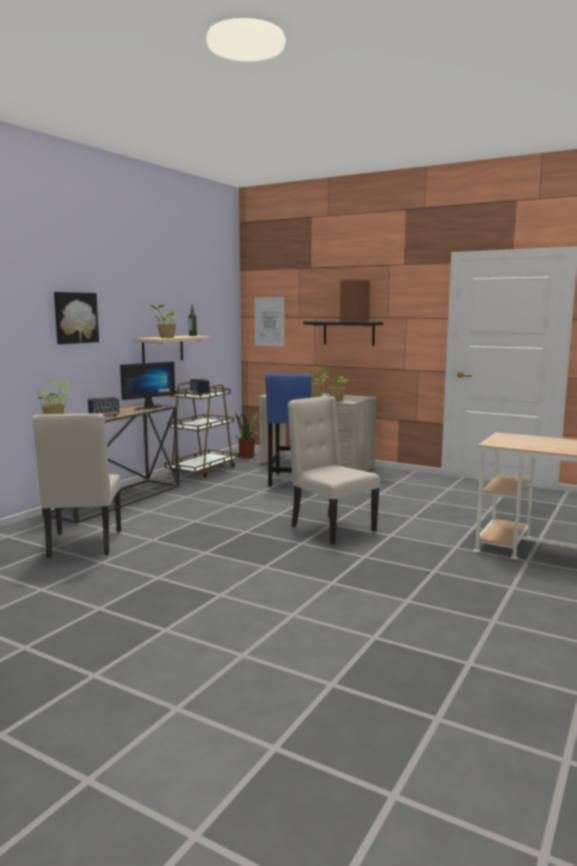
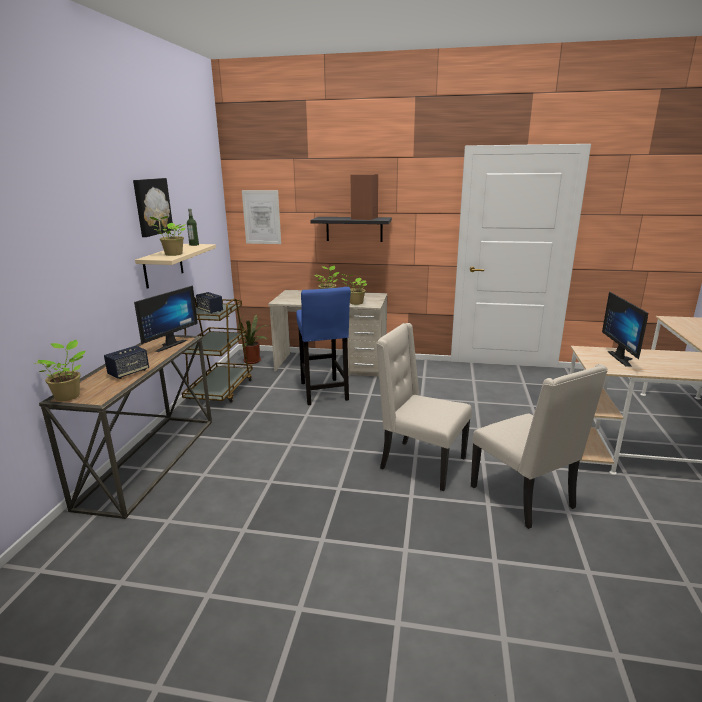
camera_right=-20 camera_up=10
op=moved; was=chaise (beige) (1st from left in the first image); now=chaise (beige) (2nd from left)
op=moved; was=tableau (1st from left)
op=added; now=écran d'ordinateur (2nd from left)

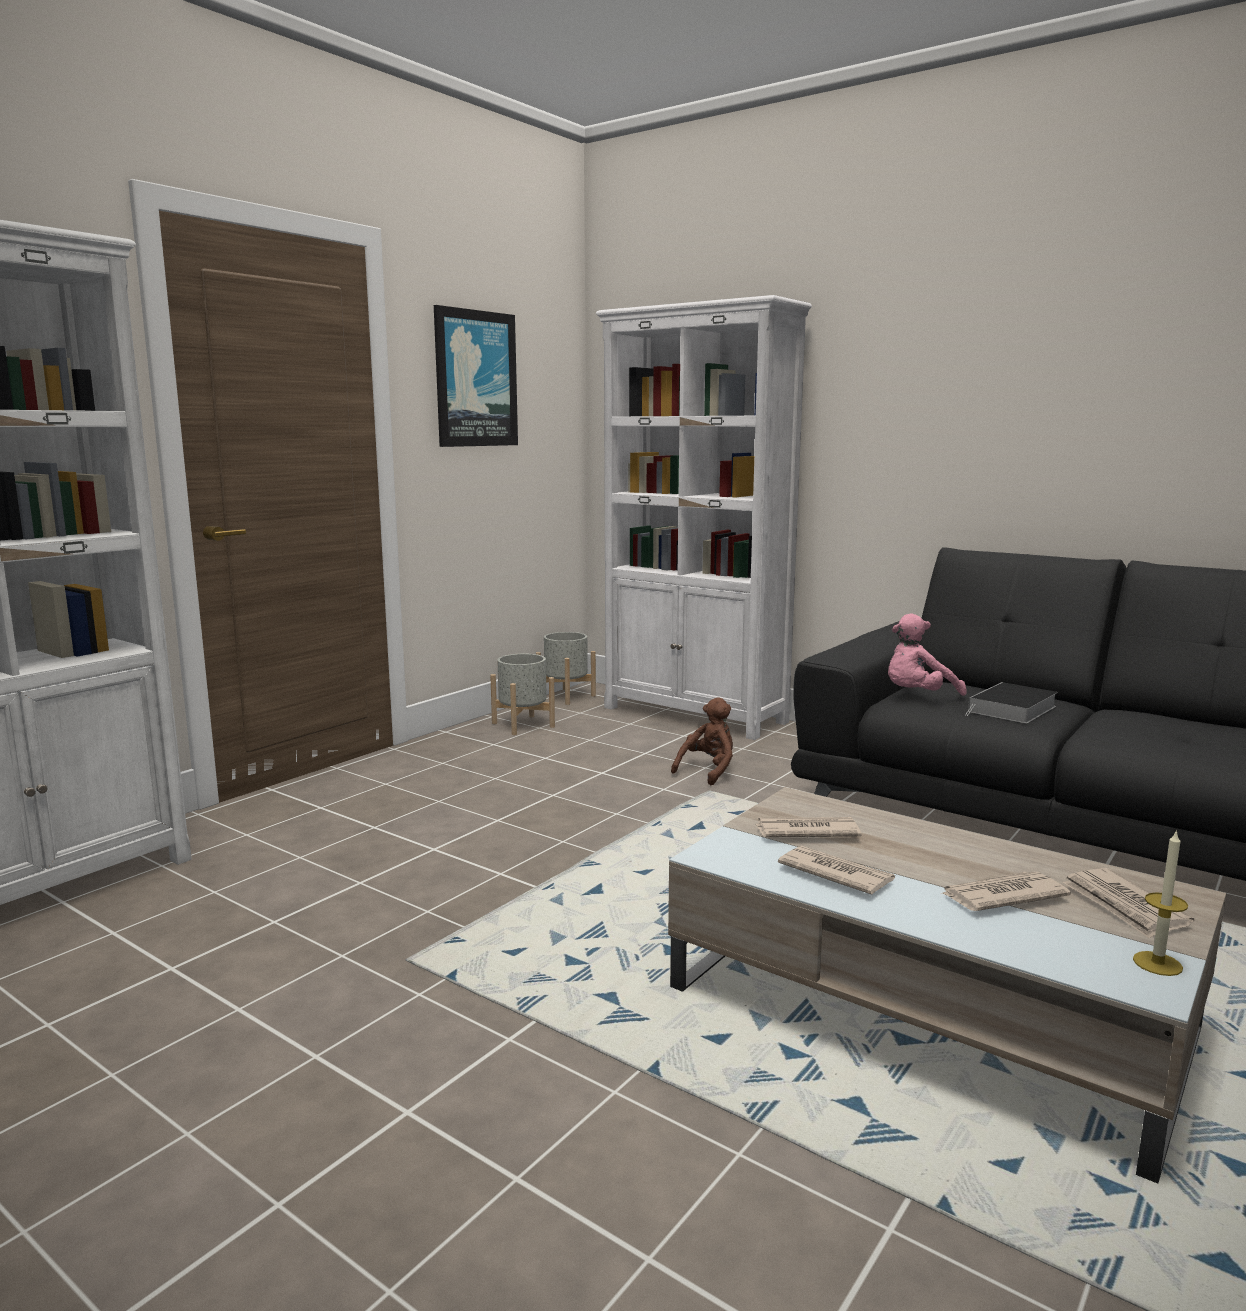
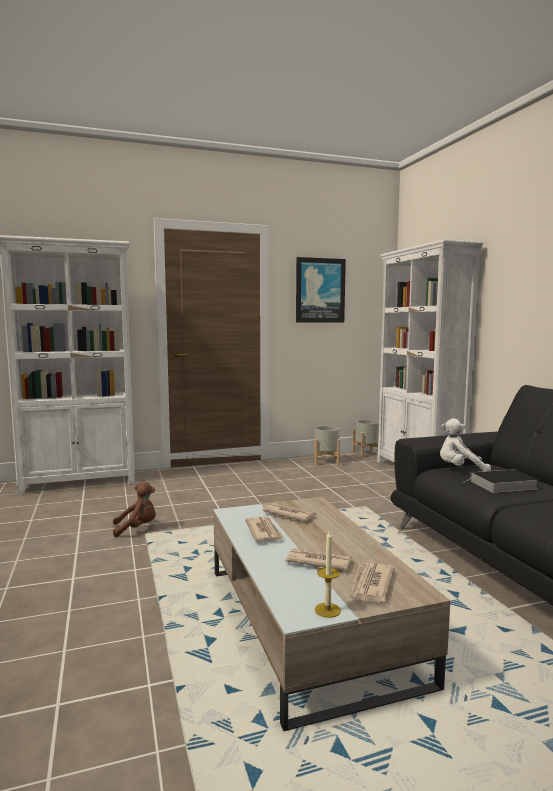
camera_right=35 camera_up=-5
op=moved; was=peluche (marron)
op=recoloured; was=peluche (rose); now=peluche (blanc)

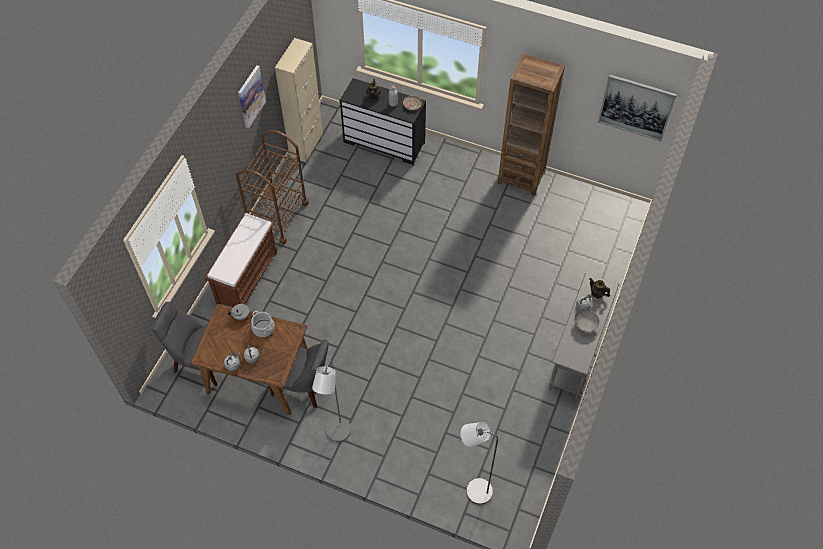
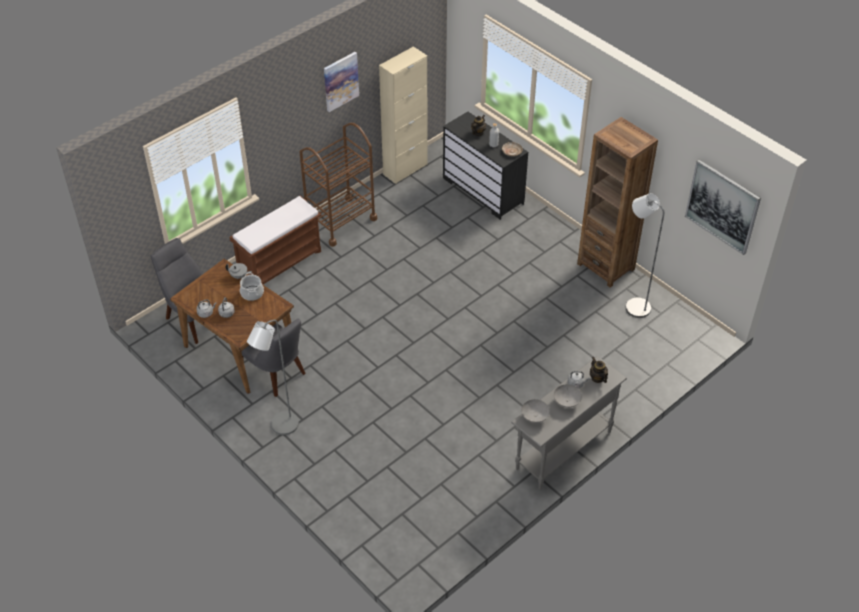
camera_right=25 camera_up=-10
op=moved; was=lampadaire (gris) (2nd from left)
op=added; now=bol (gris) (1st from left)

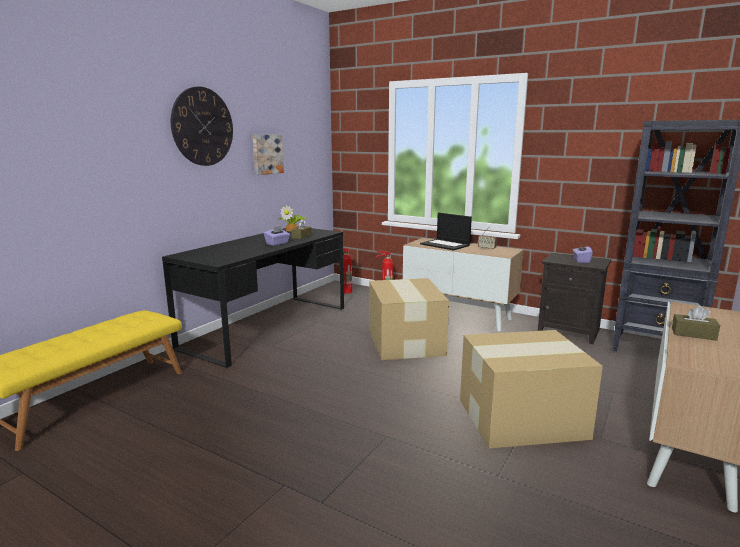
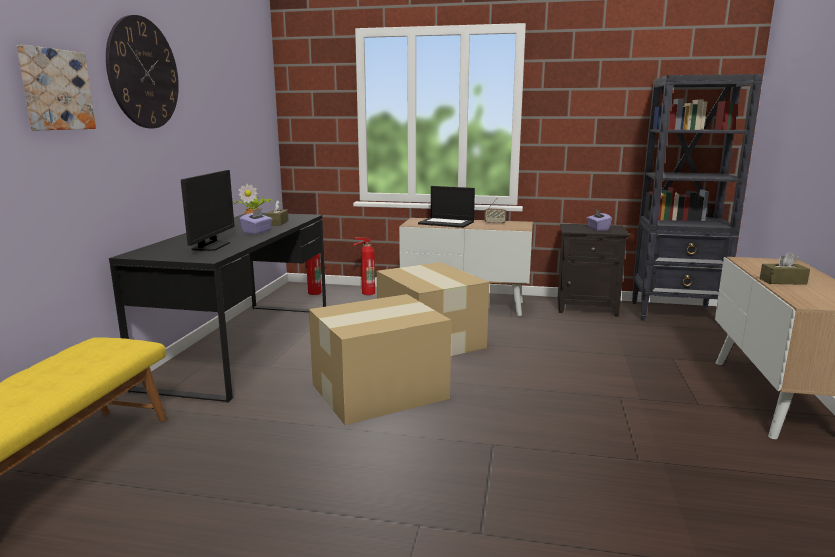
camera_right=-20 camera_up=0
op=moved; was=tableau
op=moved; was=carton (2nd from left in the first image); now=carton (1st from left)
op=added; now=écran d'ordinateur

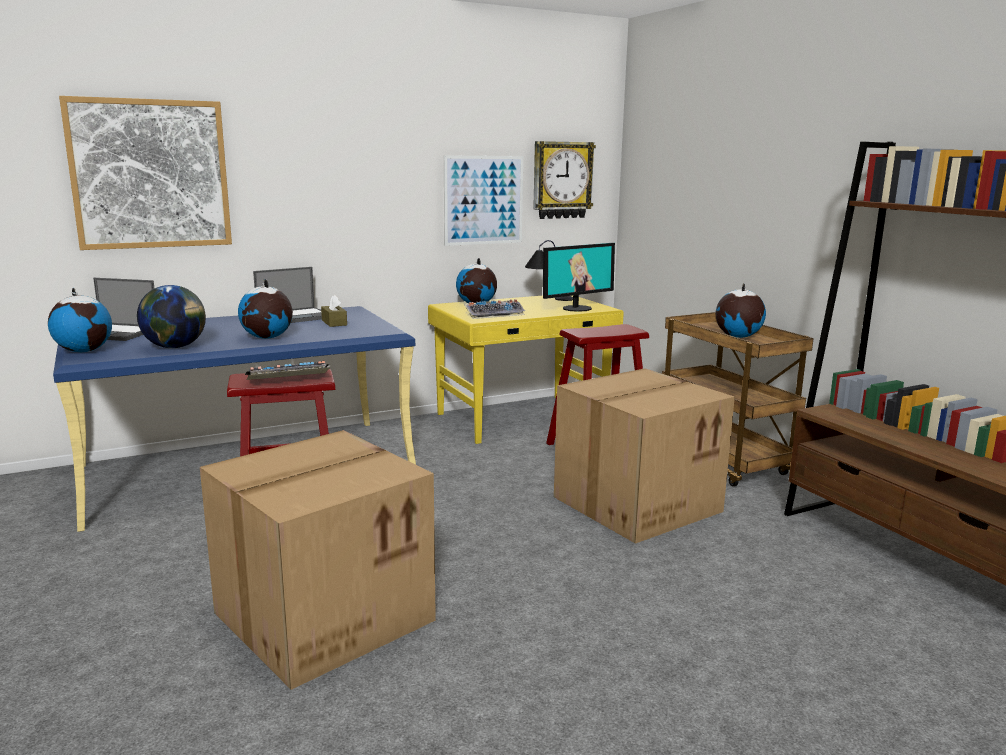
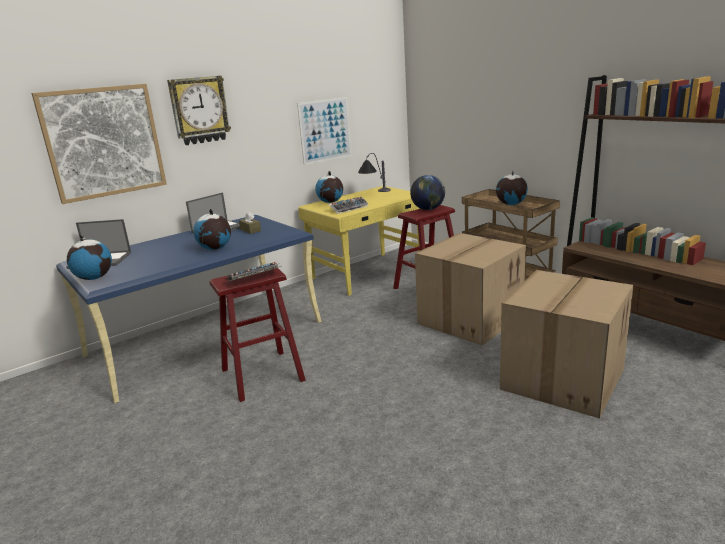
camera_right=-10 camera_up=5
op=moved; was=globe (2nd from left in the first image); now=globe (4th from left)
op=moved; was=carton (1st from left in the first image); now=carton (2nd from left)
op=moved; was=horloge murale
op=removed; was=écran d'ordinateur

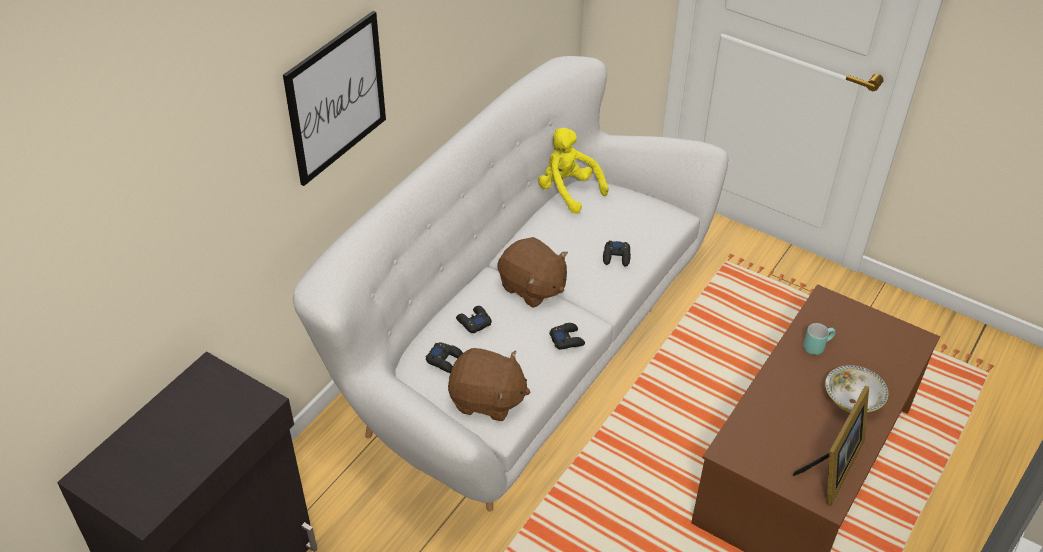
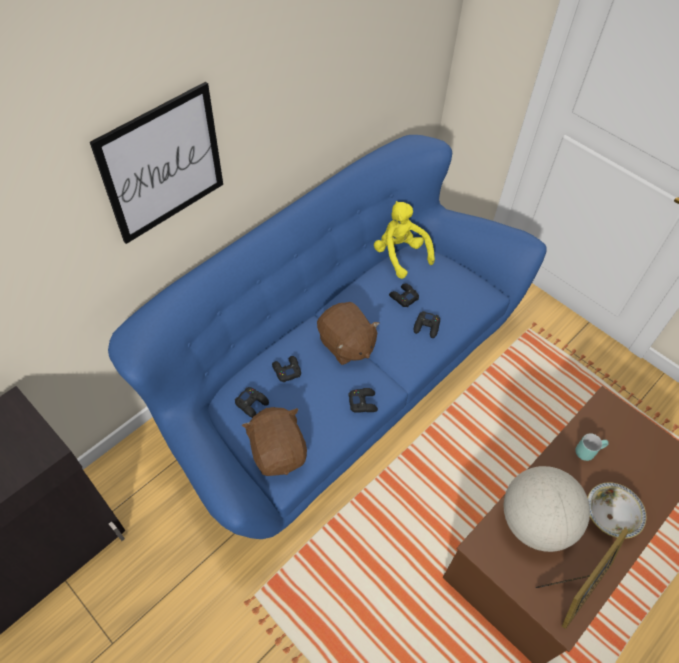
camera_right=10 camera_up=10
op=recoloured; was=canapé (blanc); now=canapé (bleu)
op=turned; was=peluche (marron) (1st from left); clockwise=-135
op=added; now=manette (noir) (4th from left)
op=added; now=globe

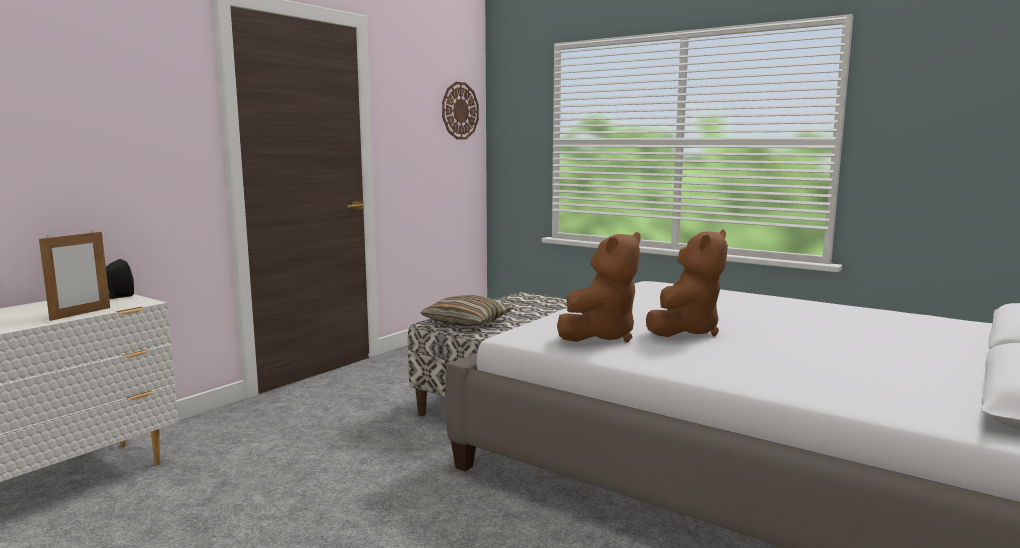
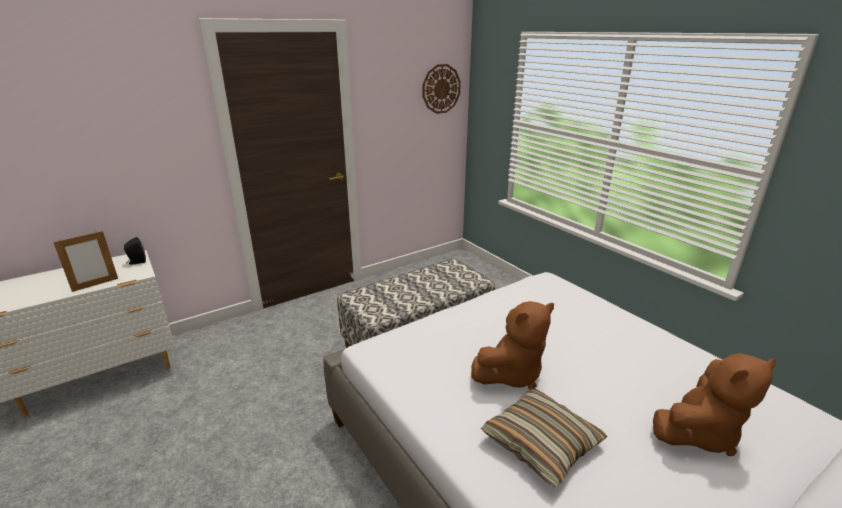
camera_right=20 camera_up=15
op=moved; was=coussin
op=moved; was=peluche (marron) (1st from left in the first image); now=peluche (marron) (2nd from left)

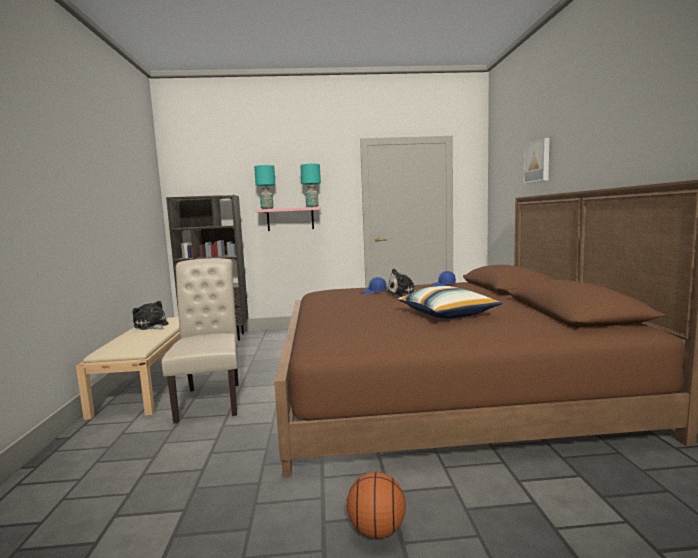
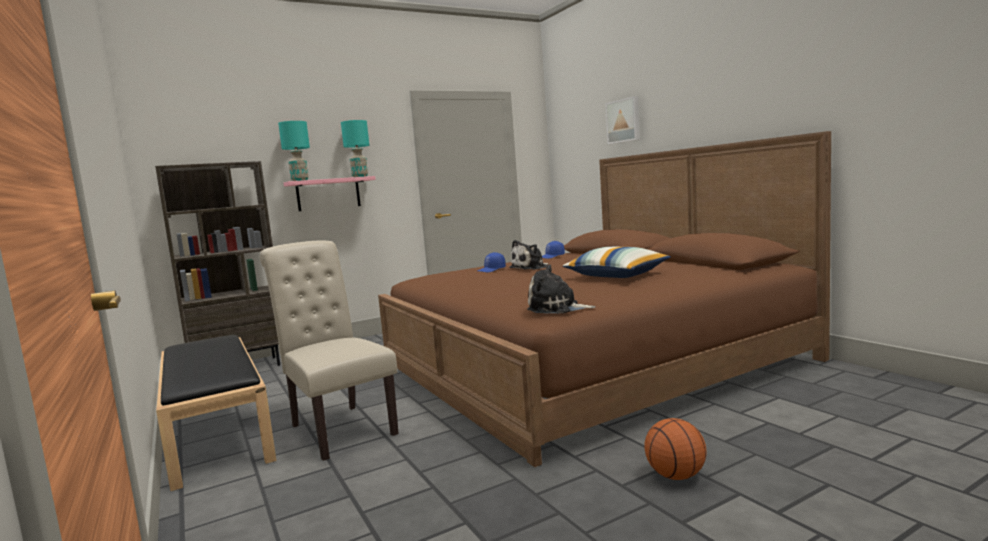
camera_right=-25 camera_up=0
op=recoloured; was=banc (beige); now=banc (noir)
op=moved; was=peluche (1st from left in the first image); now=peluche (2nd from left)

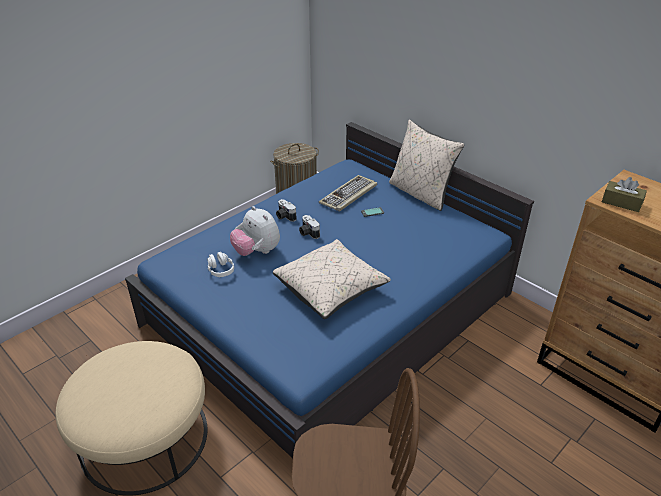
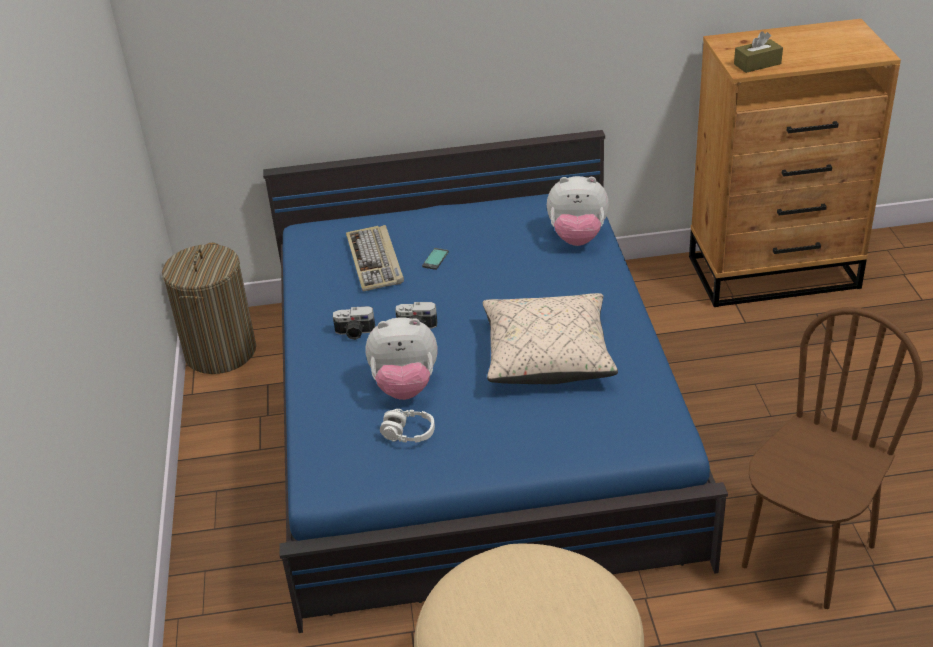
camera_right=-50 camera_up=0
op=removed; was=coussin (beige) (2nd from left)
op=added; now=peluche (2nd from left)

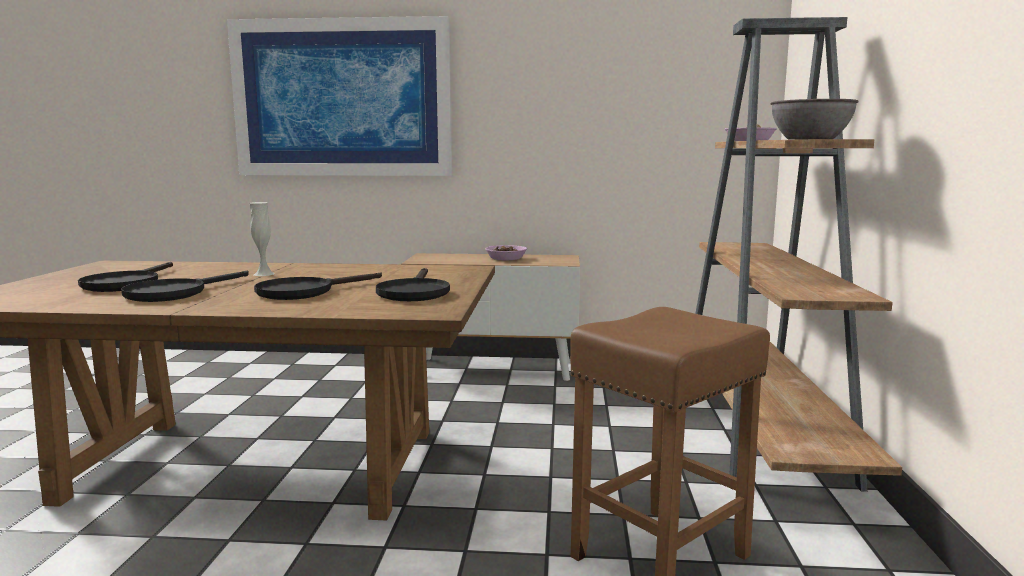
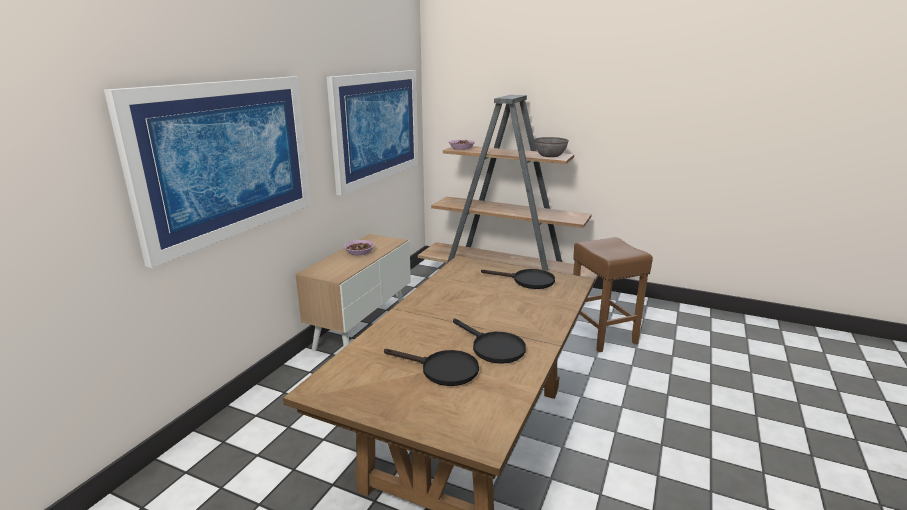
camera_right=-70 camera_up=10
op=removed; was=vase (blanc)
op=removed; was=poêle (noir) (3rd from left)
op=added; now=tableau (2nd from left)

